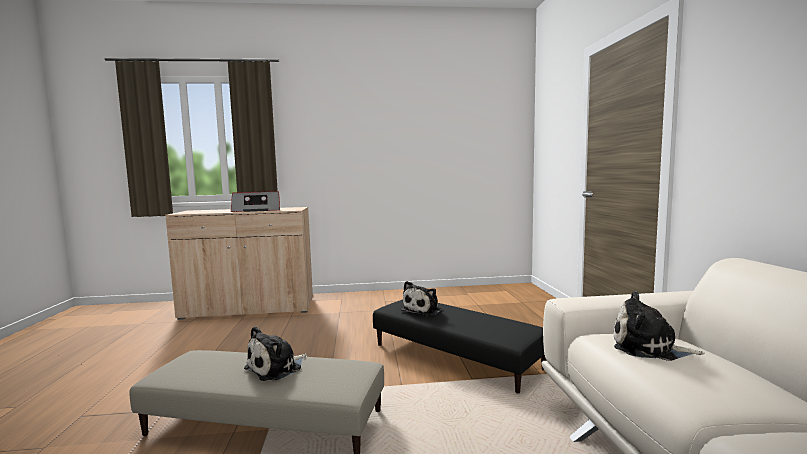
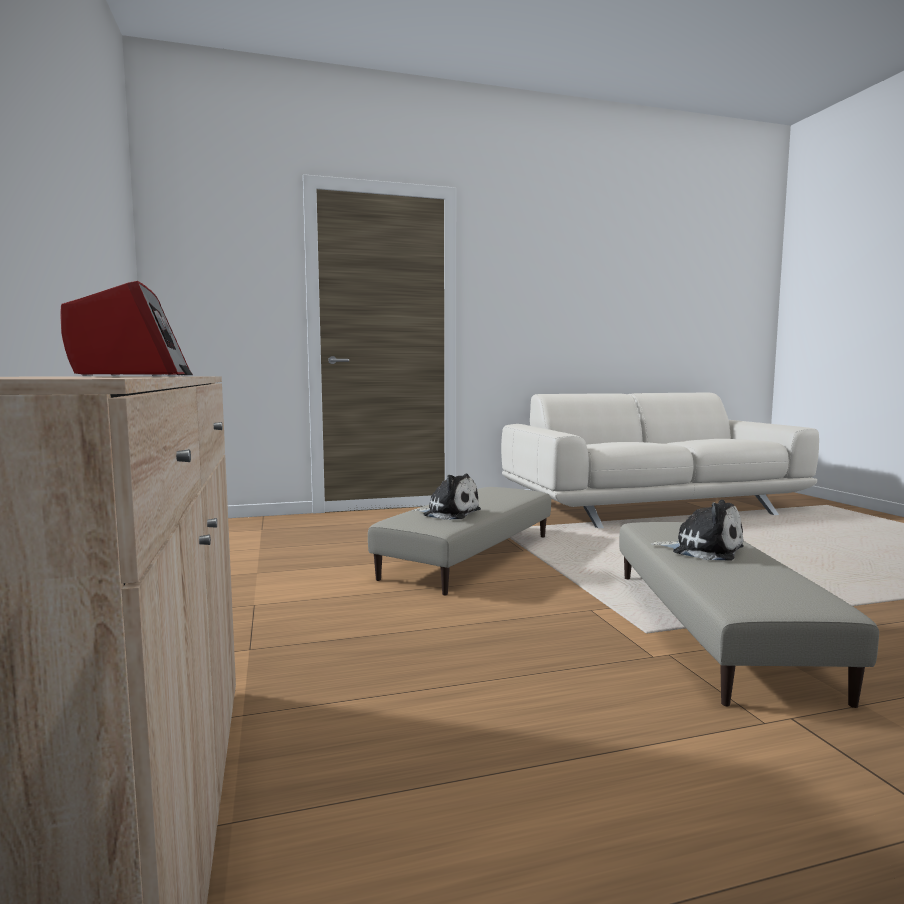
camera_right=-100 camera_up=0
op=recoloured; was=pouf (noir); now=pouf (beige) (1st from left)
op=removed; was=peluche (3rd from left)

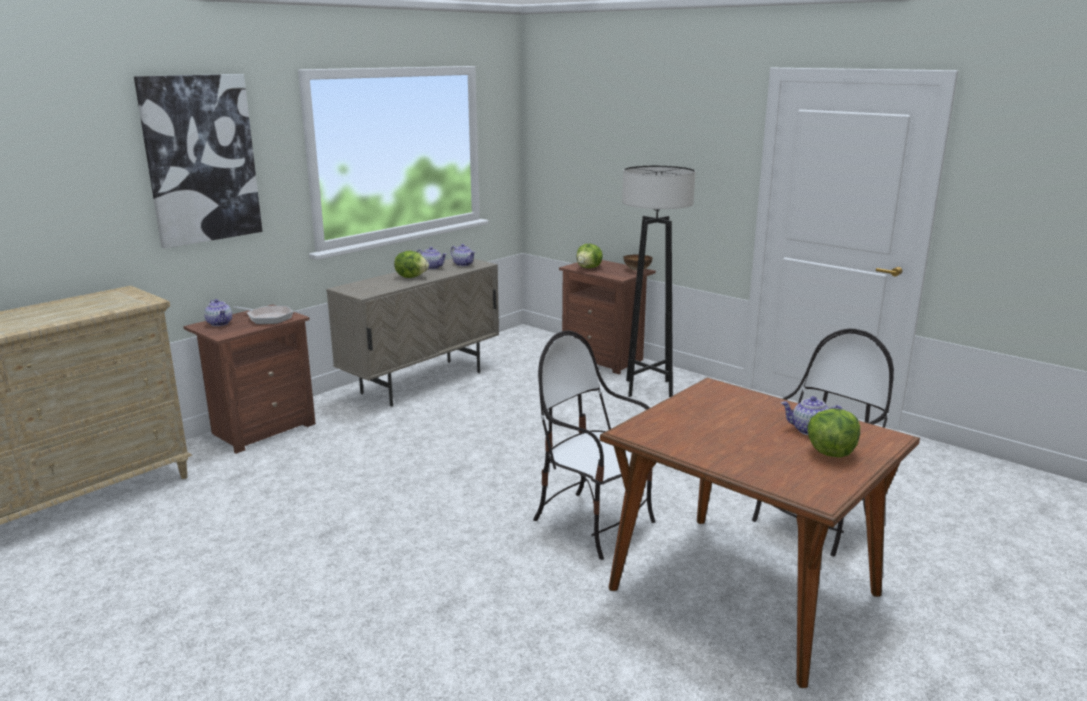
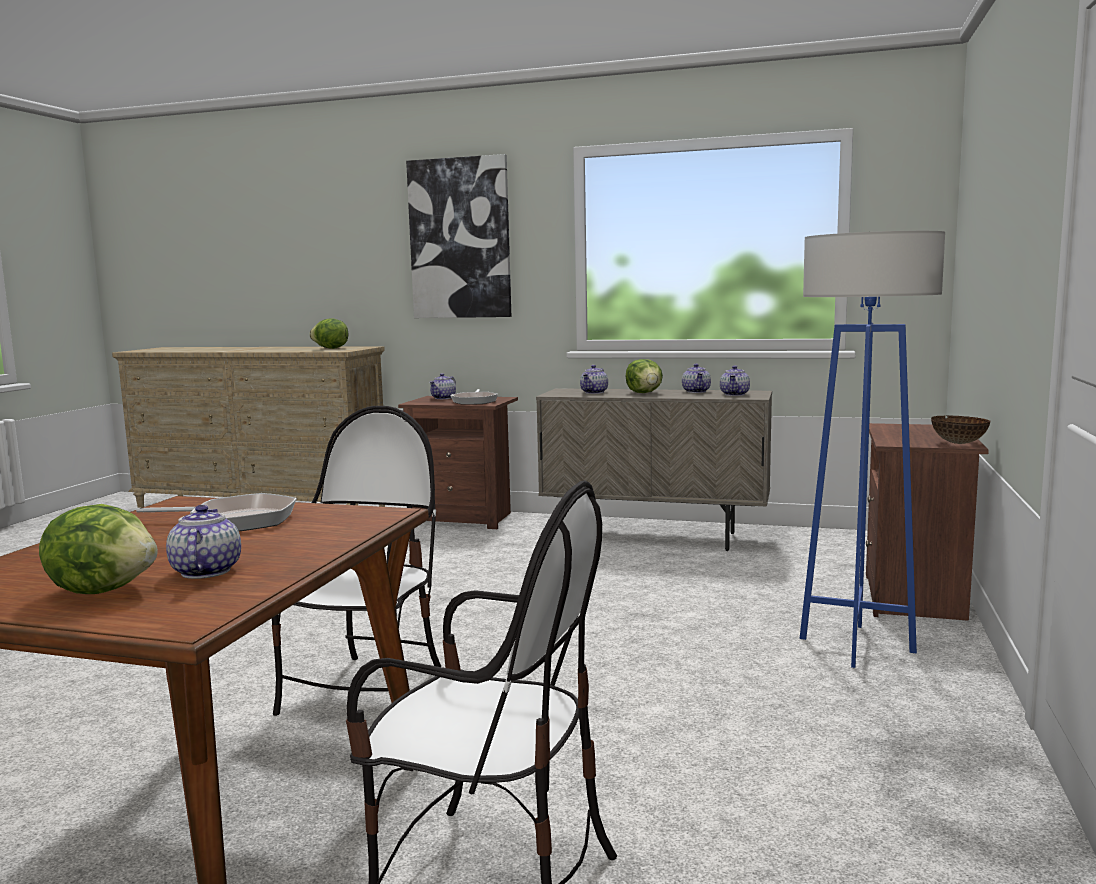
camera_right=65 camera_up=-10
op=moved; was=laitue (2nd from left)
op=recoloured; was=lampadaire (gris); now=lampadaire (bleu)
op=added; now=poêle (1st from left)
op=added; now=théière (3rd from left)

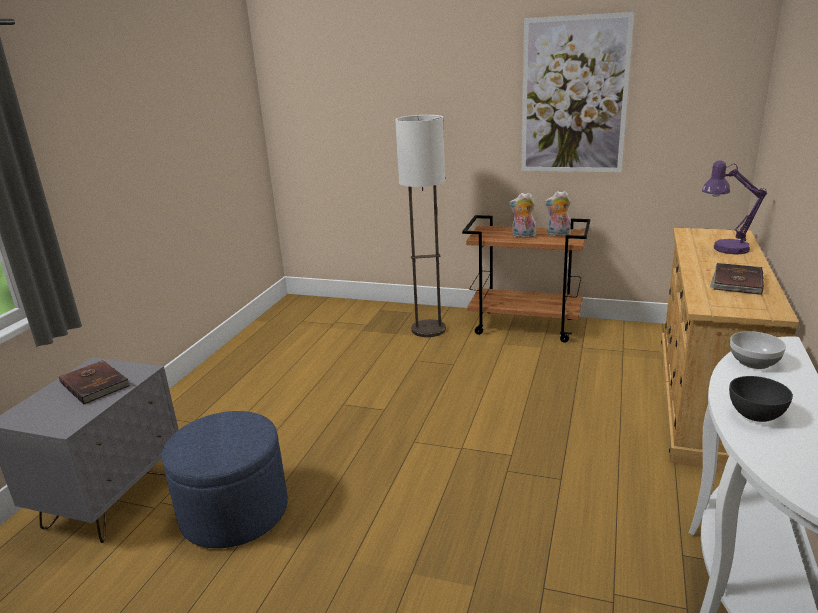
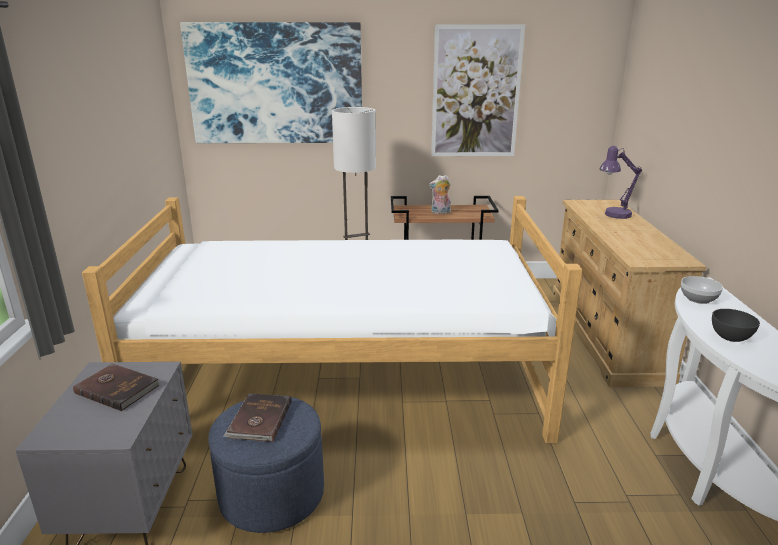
camera_right=-20 camera_up=0
op=removed; was=peluche (2nd from left)
op=moved; was=livre (marron) (2nd from left)
op=added; now=lit
op=added; now=tableau (1st from left)

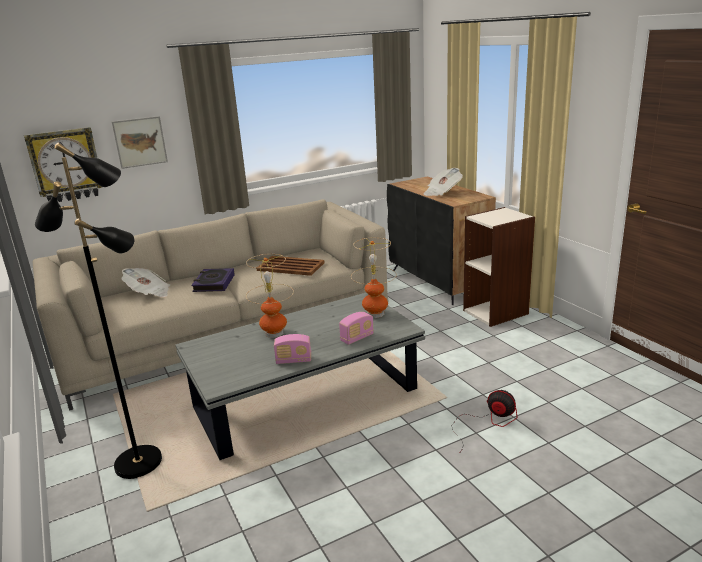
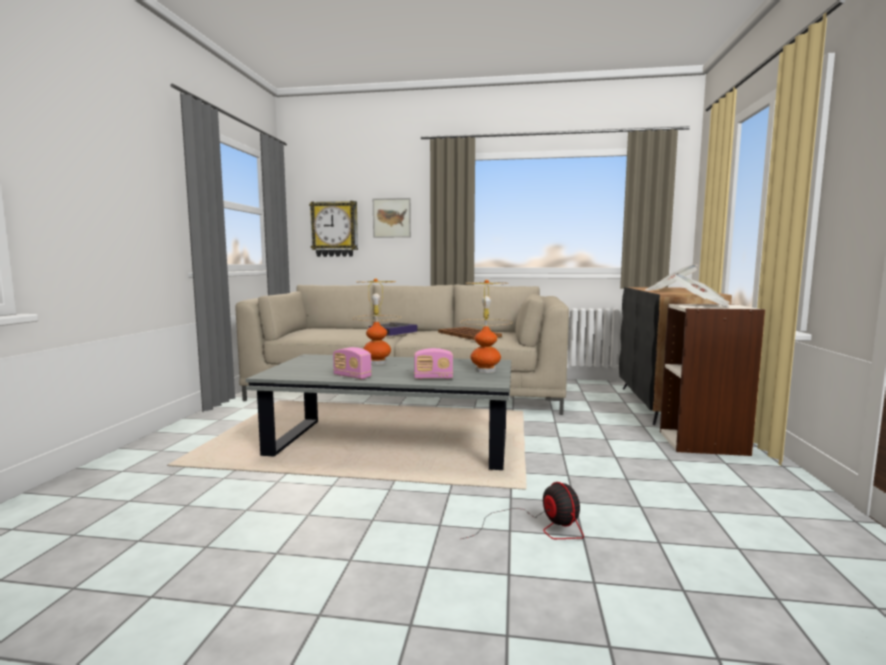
camera_right=35 camera_up=-15
op=removed; was=lampadaire (noir)
op=moved; was=journal (1st from left in the first image); now=journal (2nd from left)

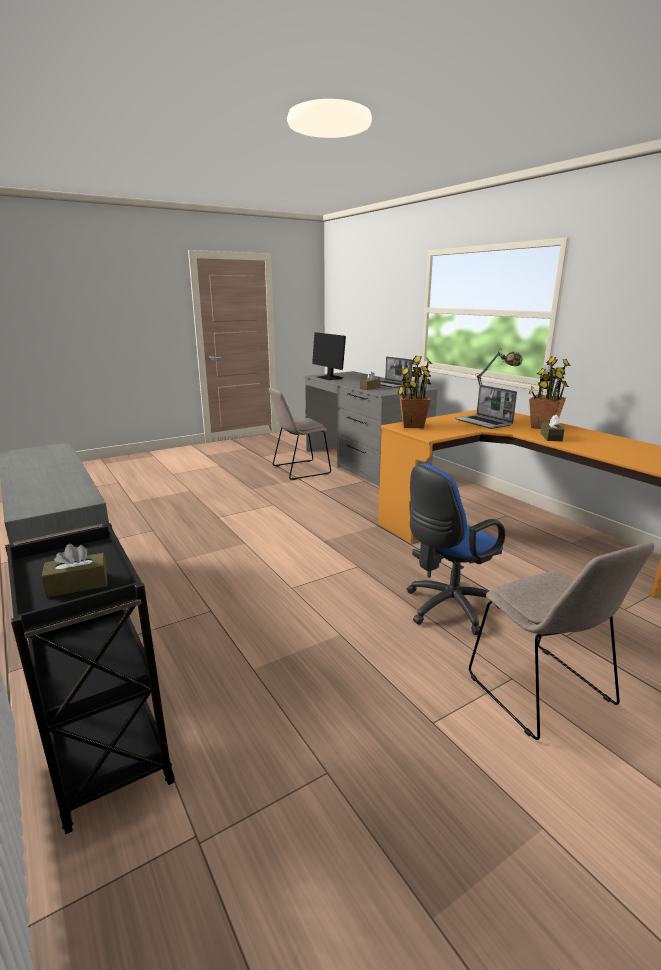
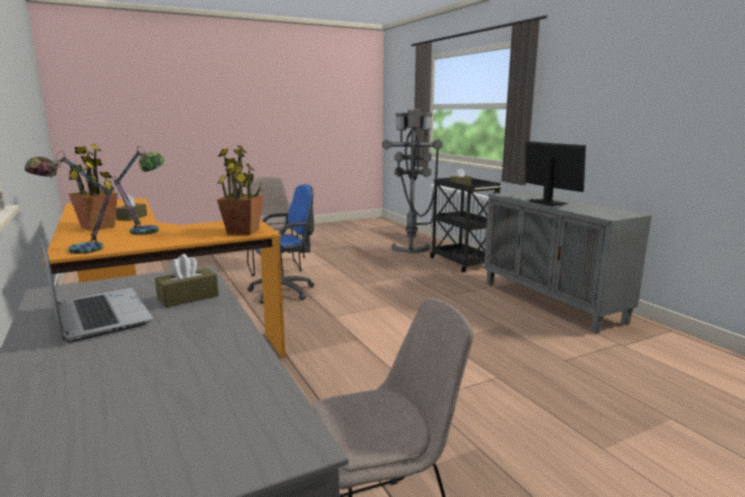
camera_right=-175 camera_up=-5
op=moved; was=écran d'ordinateur
op=replaced; was=ordinateur portable (2nd from left); now=lampe de table (2nd from left)
op=added; now=lampadaire (gris)

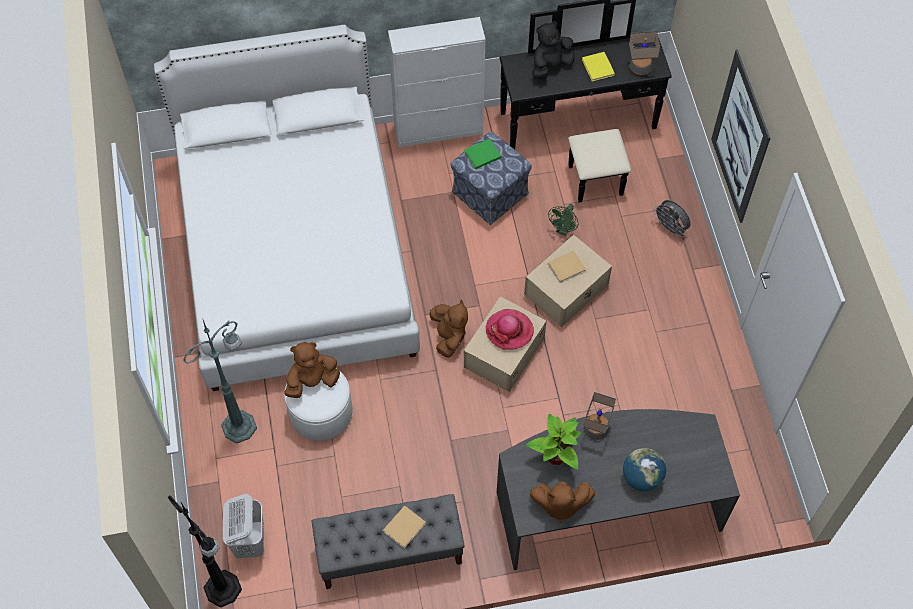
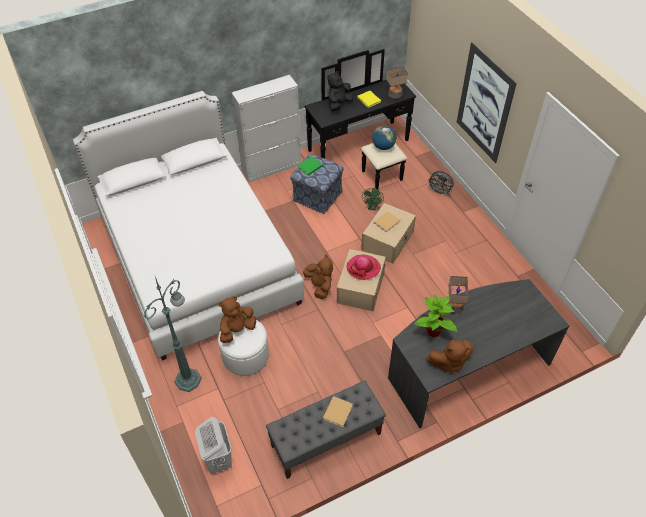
camera_right=-15 camera_up=-10
op=removed; was=lampadaire (noir)
op=moved; was=globe

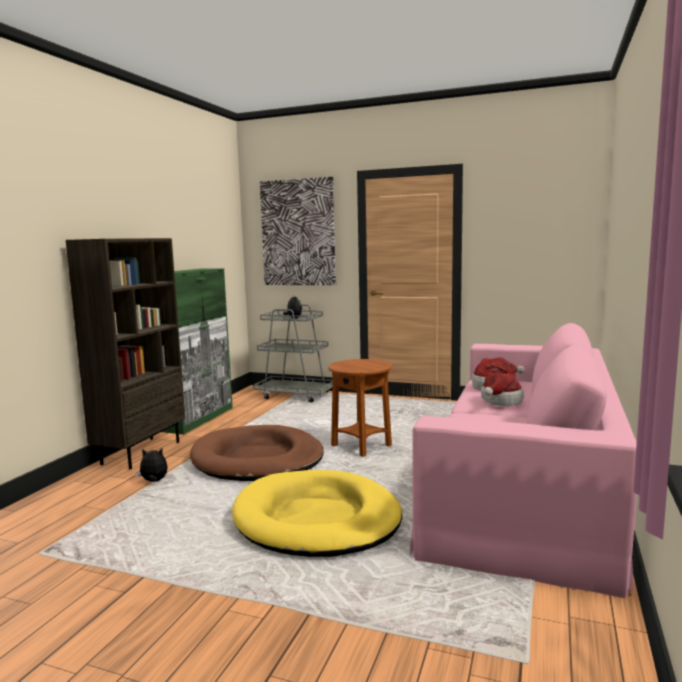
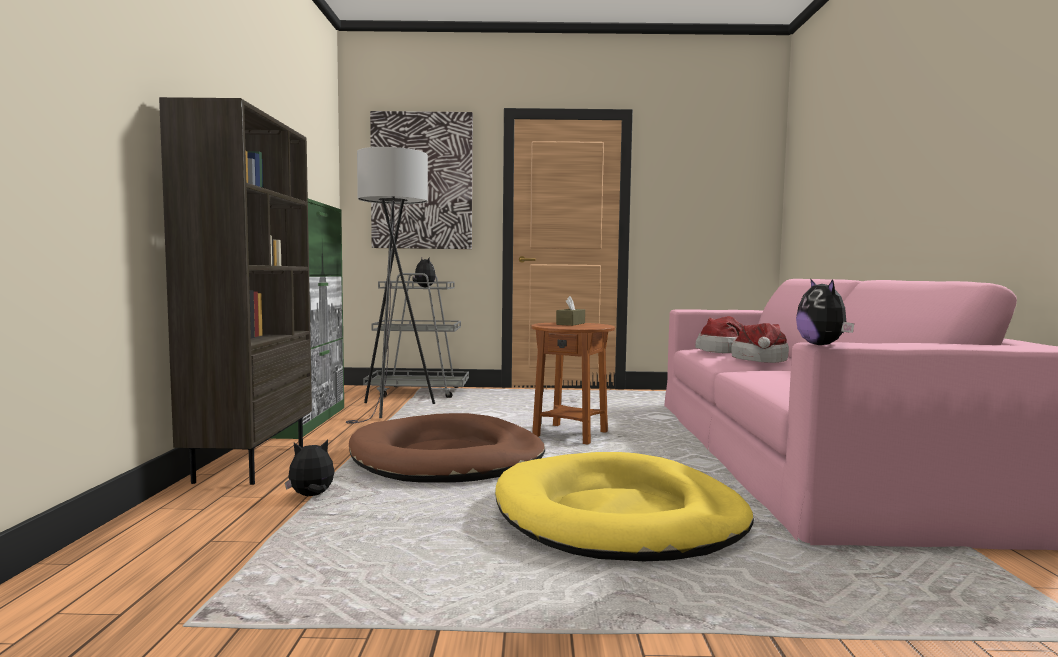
camera_right=-20 camera_up=-5
op=added; now=lampadaire (gris)
op=added; now=boîte à mouchoirs (marron)
op=added; now=peluche (3rd from left)

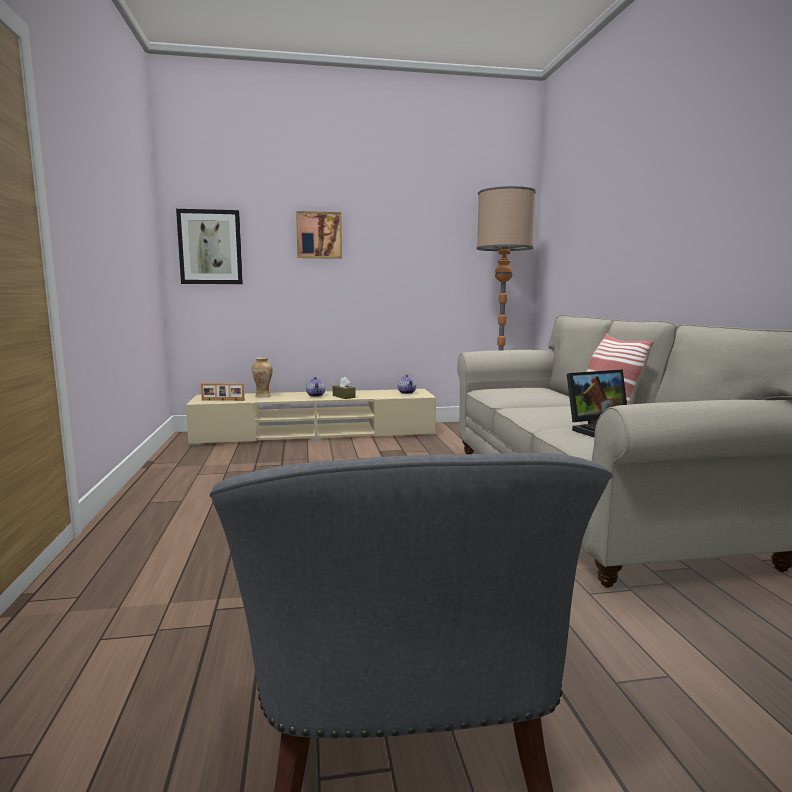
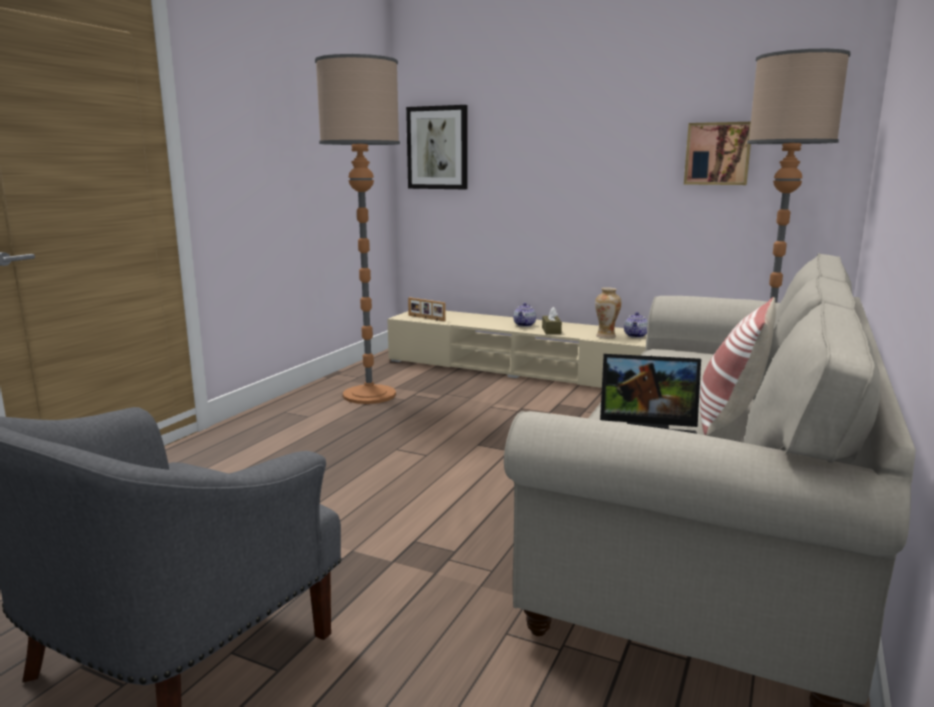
camera_right=35 camera_up=5
op=moved; was=vase
op=moved; was=tableau (2nd from left)
op=added; now=lampadaire (1st from left)

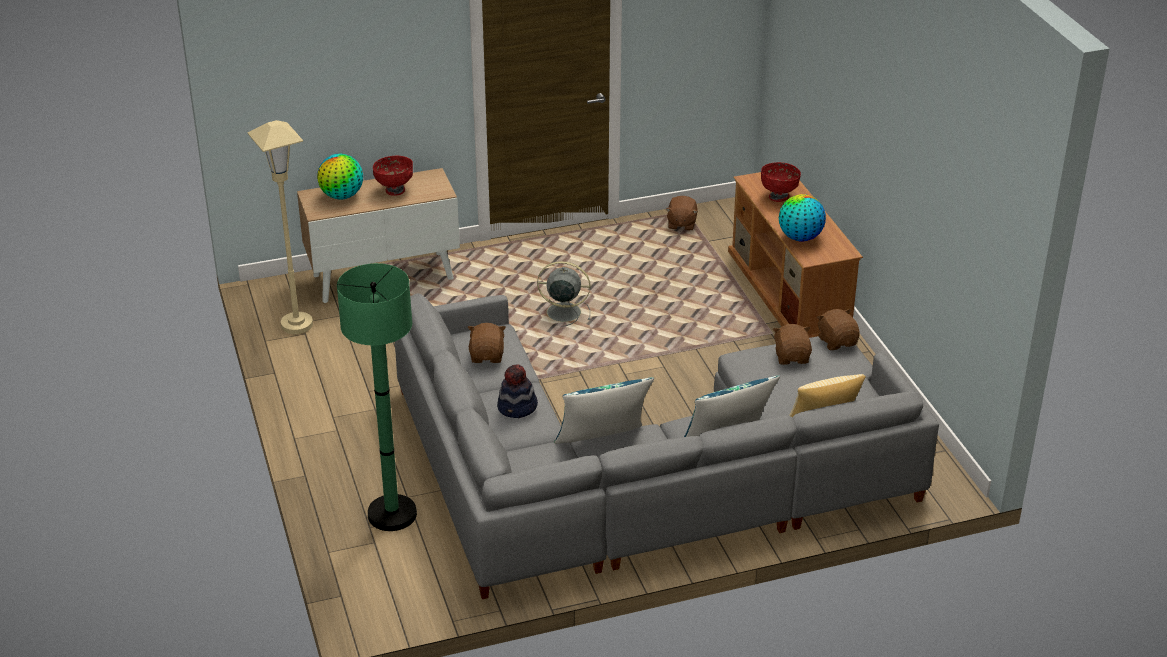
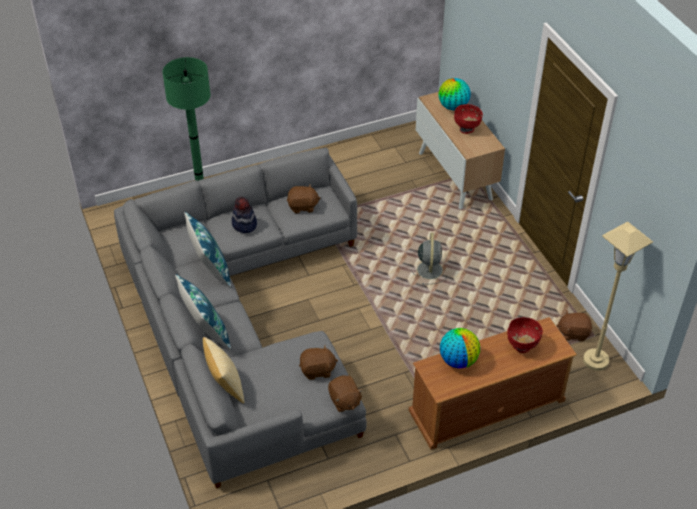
camera_right=85 camera_up=10
op=moved; was=lampadaire (beige)
op=turned; was=peluche (marron) (4th from left in the first image); clockwise=90

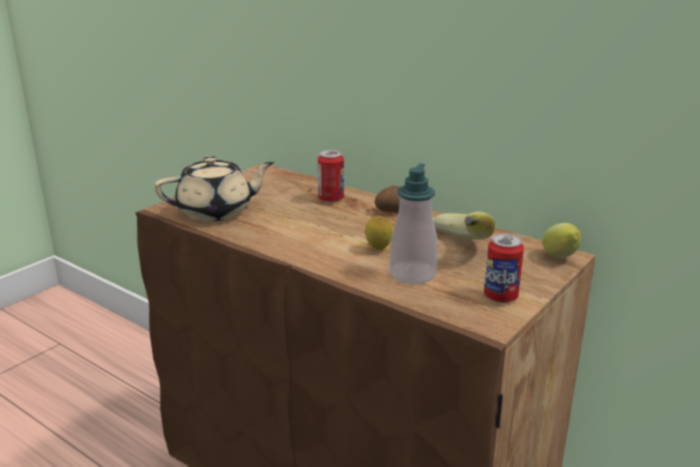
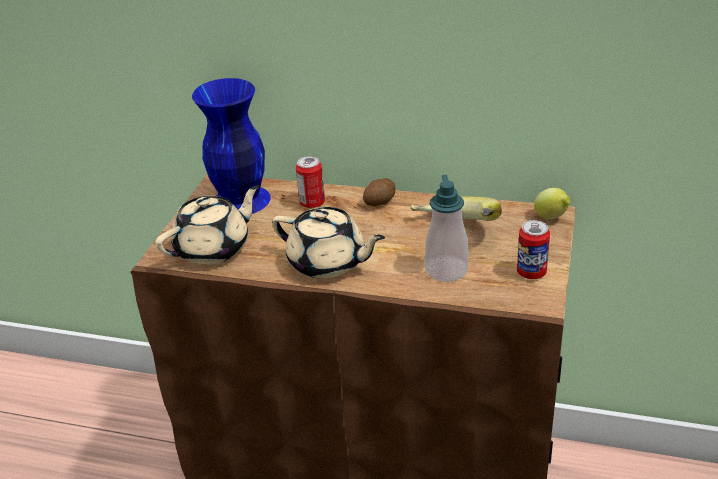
camera_right=-20 camera_up=10
op=removed; was=citron (1st from left)
op=added; now=vase (bleu)
op=added; now=théière (beige) (2nd from left)

